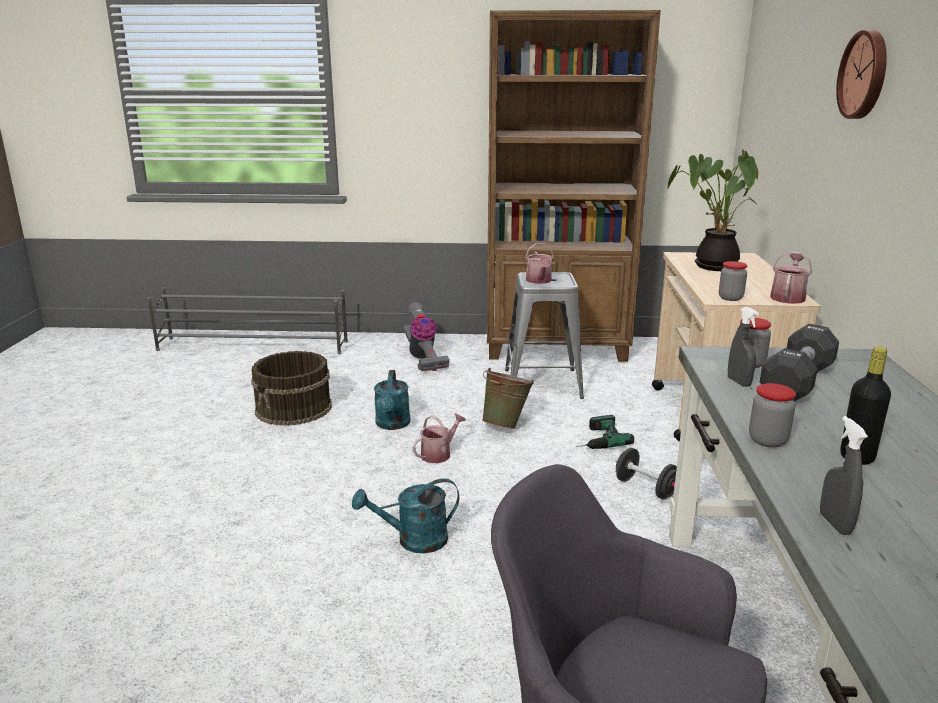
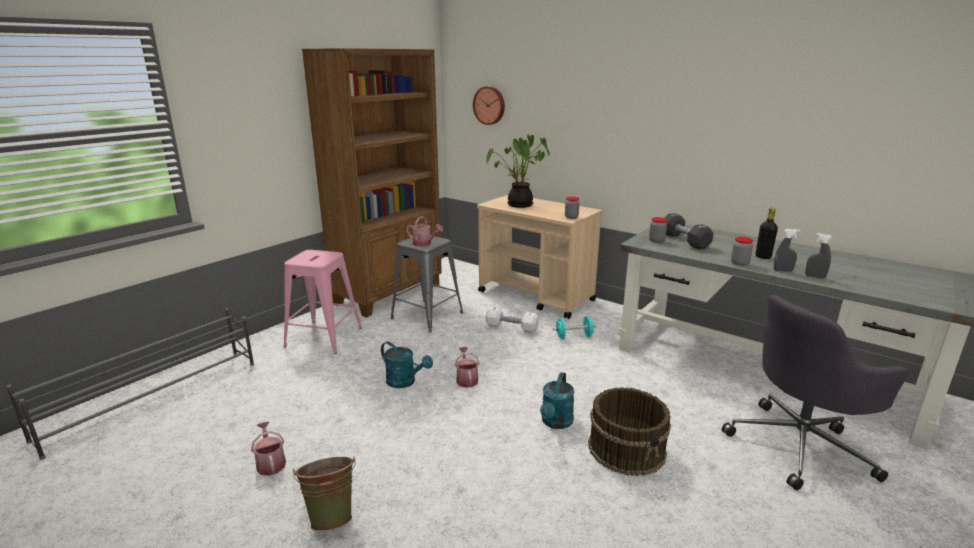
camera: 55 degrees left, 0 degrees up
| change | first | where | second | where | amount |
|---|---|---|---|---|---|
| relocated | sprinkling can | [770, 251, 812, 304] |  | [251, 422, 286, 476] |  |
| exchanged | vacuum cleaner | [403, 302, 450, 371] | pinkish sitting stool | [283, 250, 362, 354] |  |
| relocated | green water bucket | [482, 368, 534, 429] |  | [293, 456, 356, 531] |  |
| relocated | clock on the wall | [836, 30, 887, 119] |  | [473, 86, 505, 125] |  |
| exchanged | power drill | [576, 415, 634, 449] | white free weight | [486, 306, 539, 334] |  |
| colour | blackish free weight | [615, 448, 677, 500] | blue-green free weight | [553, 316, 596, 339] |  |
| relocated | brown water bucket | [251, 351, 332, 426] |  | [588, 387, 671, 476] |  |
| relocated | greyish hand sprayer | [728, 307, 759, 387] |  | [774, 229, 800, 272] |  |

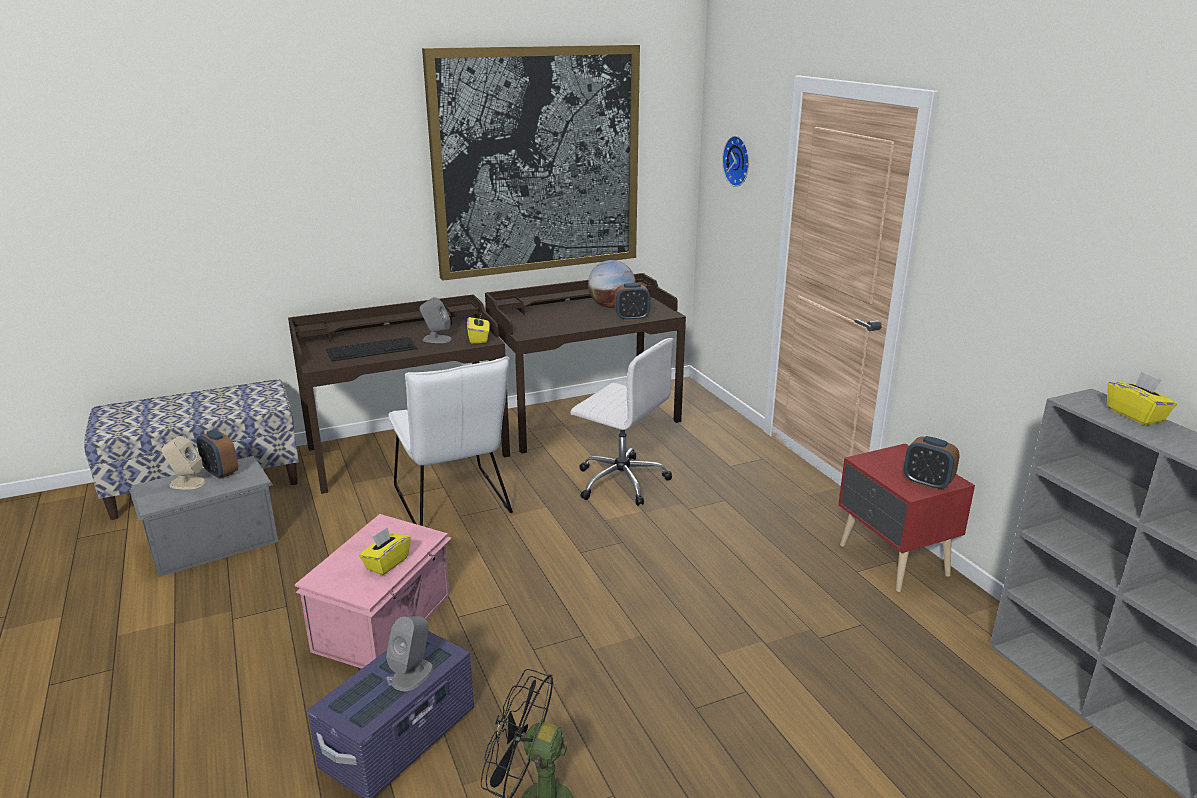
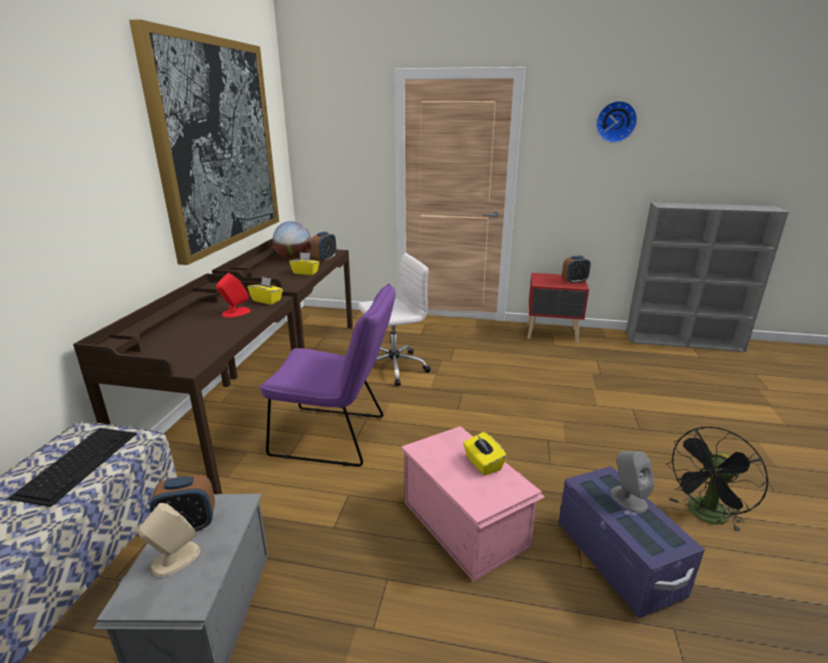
camera: 55 degrees left, 0 degrees up
| change | first | where | second | where | amount |
|---|---|---|---|---|---|
| relocated | PC keyboard | [326, 337, 418, 362] |  | [7, 428, 137, 507] |  |
| colour | greyish audio speaker | [419, 297, 452, 343] | red audio speaker | [216, 273, 251, 318] |  |
| colour | white upright chair | [389, 356, 513, 526] | purple-coloured upright chair | [259, 284, 396, 466] |  |
| relocated | yellowish tissue box | [1107, 372, 1177, 425] |  | [289, 252, 320, 275] |  |
| relocated | clock on the wall | [722, 136, 749, 187] |  | [596, 101, 637, 143] |  |

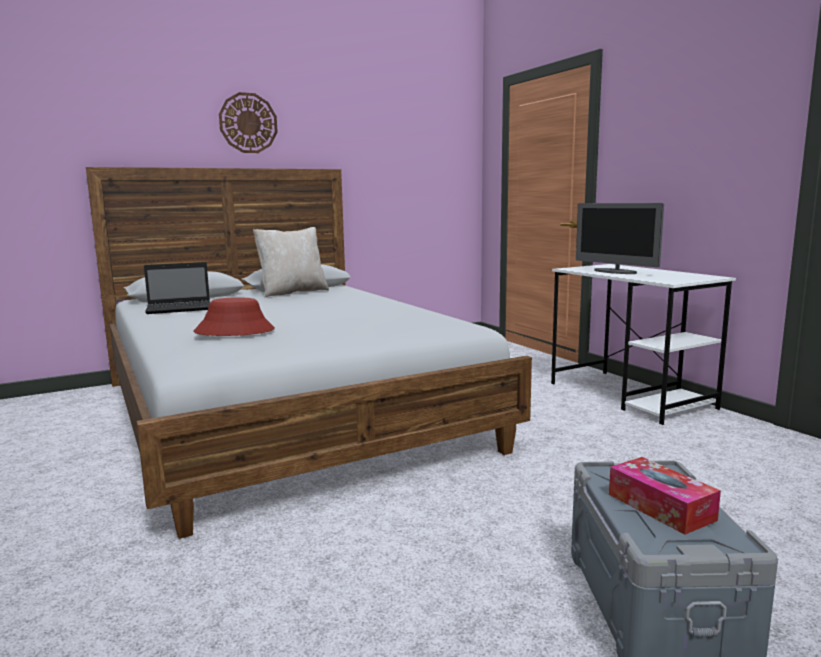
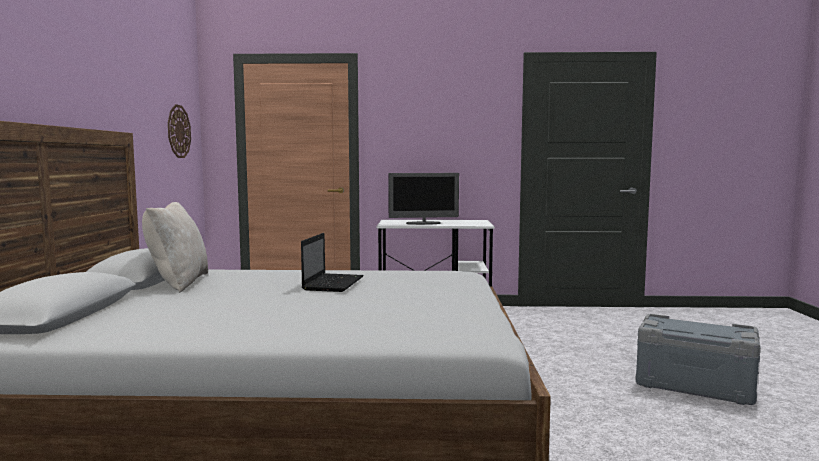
camera: 60 degrees left, 5 degrees down
| change | first | where | second | where | amount |
|---|---|---|---|---|---|
| relocated | clock on the wall | [219, 92, 278, 153] |  | [168, 104, 191, 158] |  |
| relocated | laptop | [144, 262, 210, 314] |  | [301, 233, 364, 292] |  |
| missing | red hat | [193, 297, 275, 336] |  |  |  |
| missing | tissue box | [609, 457, 721, 535] |  |  |  |

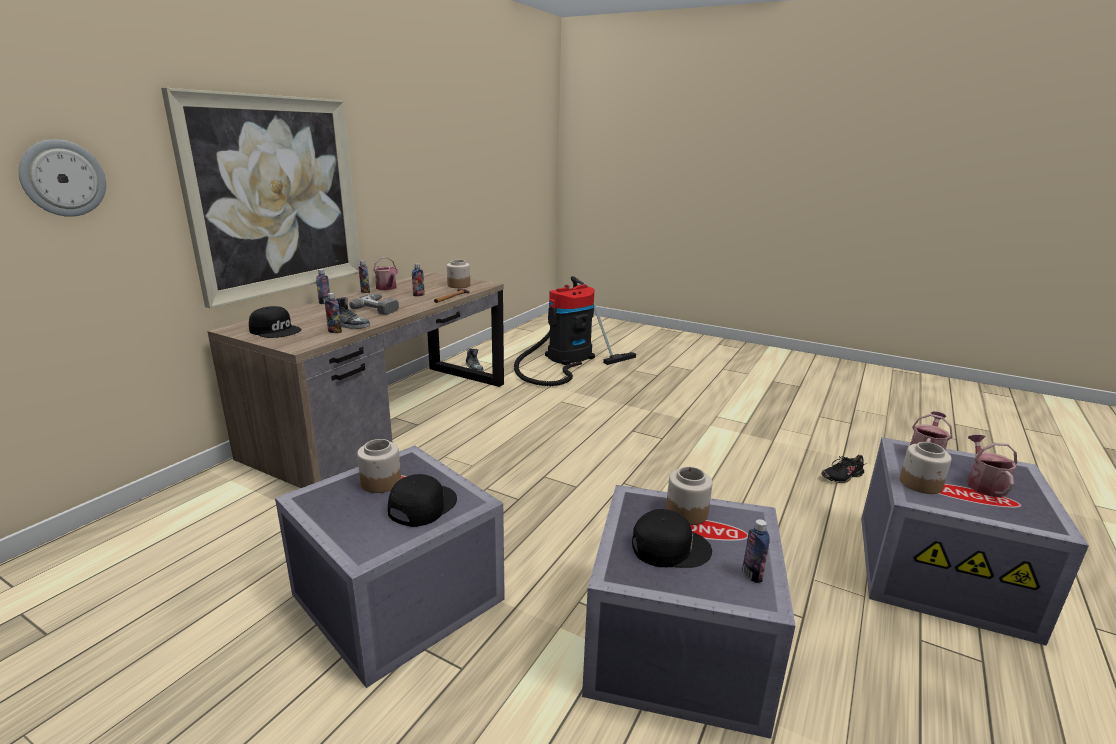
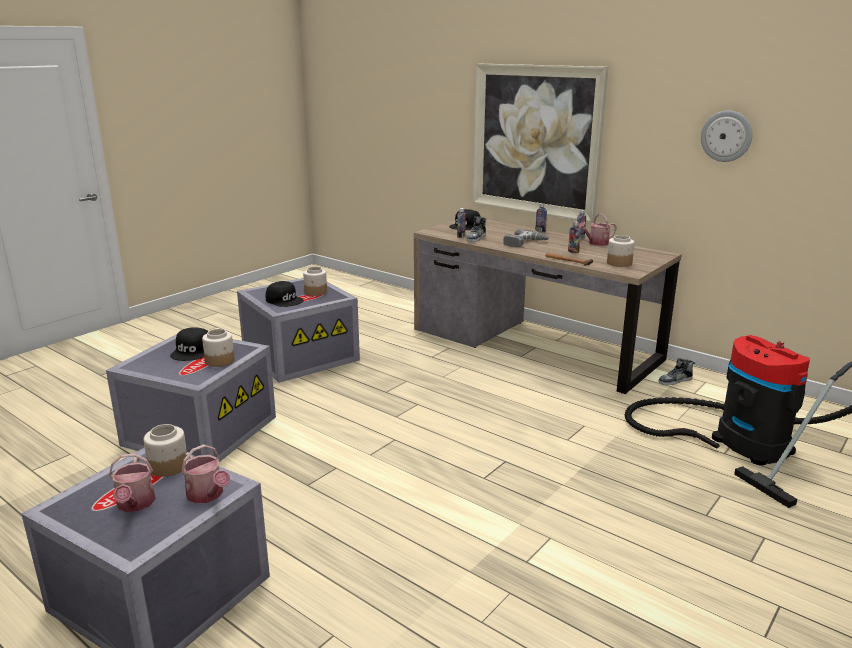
camera: 100 degrees right, 0 degrees up
| change | first | where | second | where | amount |
|---|---|---|---|---|---|
| spun | sprinkling can | [967, 435, 1017, 497] |  | [109, 453, 156, 512] | 60 degrees clockwise |
| relocated | clock on the wall | [18, 139, 106, 217] |  | [701, 111, 753, 162] |  |
| missing | beverage bottle | [742, 519, 770, 583] |  |  |  |
| missing | blackish item of footwear | [821, 455, 867, 483] |  |  |  |

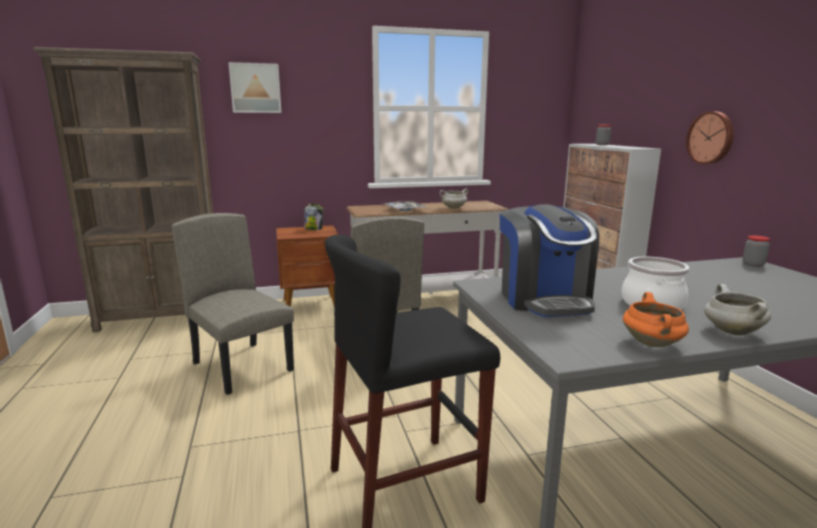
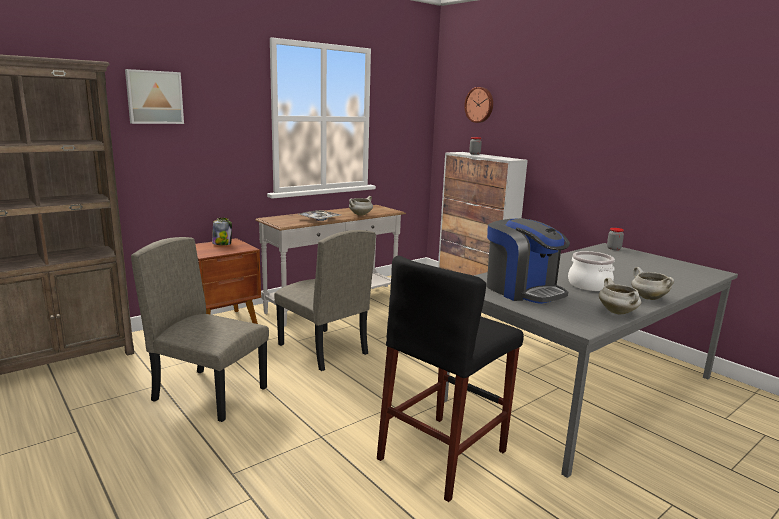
camera: 25 degrees left, 0 degrees up
| change | first | where | second | where | amount |
|---|---|---|---|---|---|
| relocated | clock on the wall | [686, 111, 734, 164] |  | [464, 87, 493, 123] |  |
| colour | orange saucepot | [623, 292, 689, 347] | white saucepot | [599, 278, 641, 314] |  |

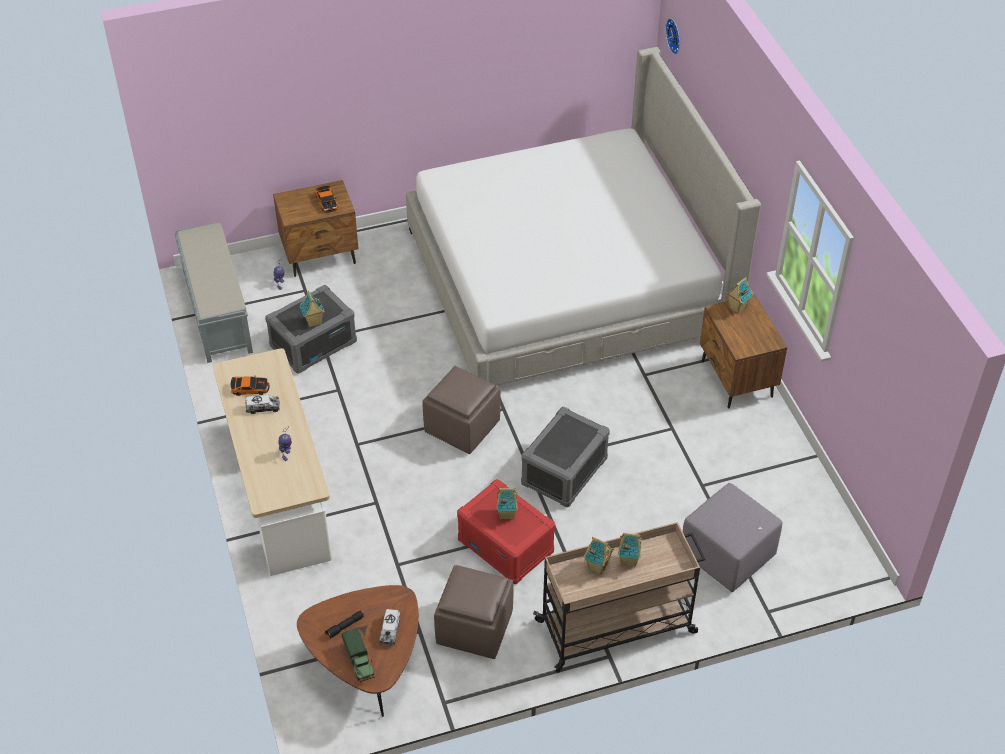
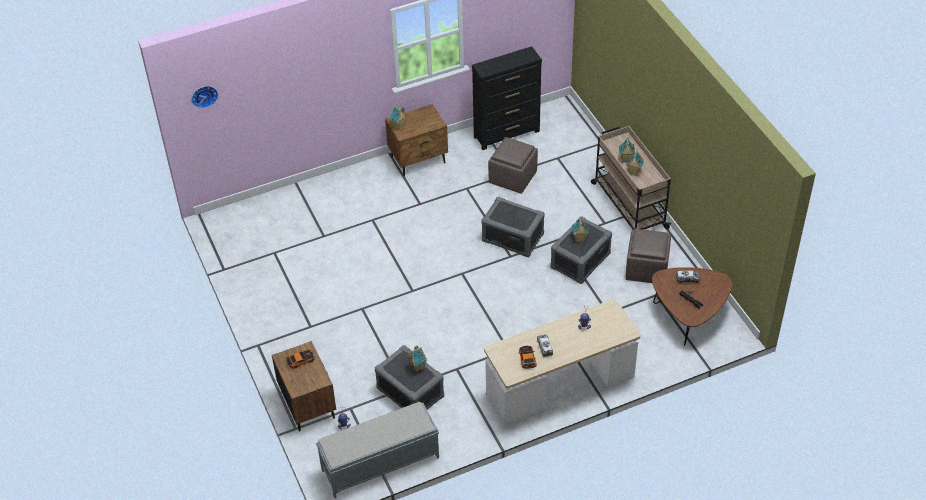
camera: 95 degrees left, 0 degrees up
| change | first | where | second | where | amount |
|---|---|---|---|---|---|
| appeared |  |  | blackish dresser | [472, 46, 542, 150] |  |
| relocated | brown footrest | [422, 366, 501, 454] |  | [488, 137, 538, 194] |  |
| colour | red storage bin | [457, 479, 555, 584] | greyish storage bin | [550, 216, 612, 284] |  |
| missing | model truck | [342, 628, 375, 682] |  |  |  |
| missing | sleeping bed | [406, 47, 761, 386] |  |  |  |
| missing | greyish footrest | [683, 483, 782, 592] |  |  |  |

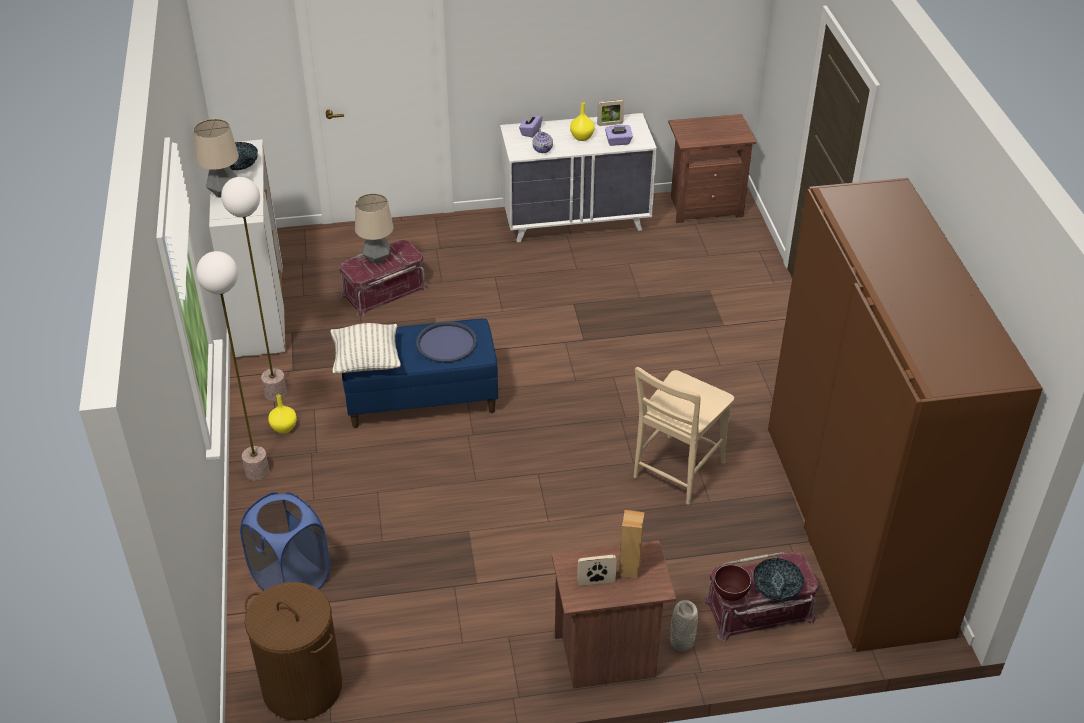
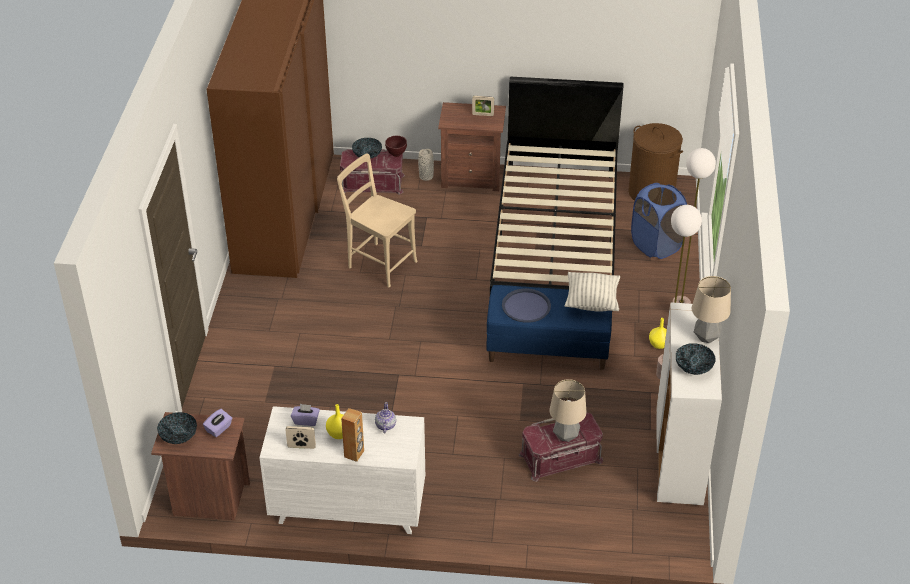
camera: 165 degrees left, 0 degrees up
| change | first | where | second | where | amount |
|---|---|---|---|---|---|
| appeared |  |  | deep dish | [157, 412, 197, 444] |  |
| relocated | purple-coloured tissue box | [519, 112, 542, 138] |  | [203, 409, 233, 437] |  |
| spun | sand-coloured upright chair | [634, 367, 734, 505] |  | [337, 153, 418, 287] | 105 degrees counterclockwise |
| relocated | brown audio speaker | [619, 510, 645, 579] |  | [341, 408, 364, 462] |  |
| appeared |  |  | blackish sleeping bed | [490, 77, 624, 293] |  |

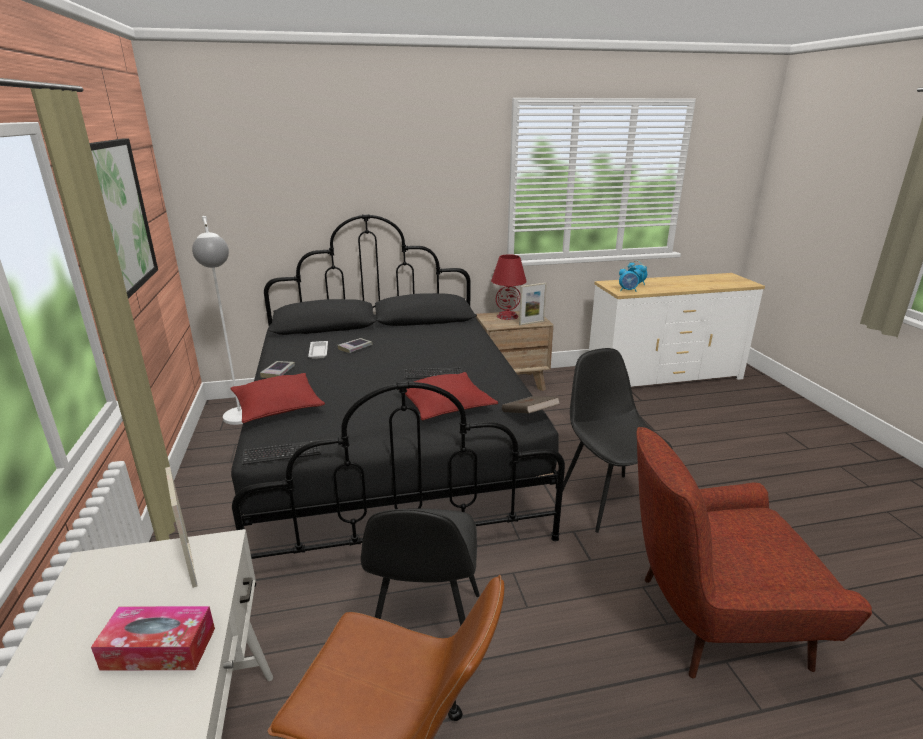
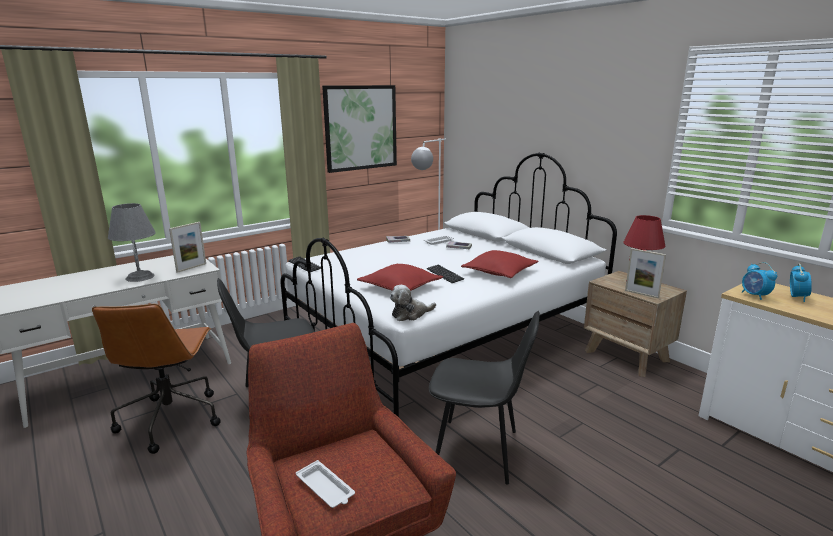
camera: 65 degrees right, 5 degrees down
| change | first | where | second | where | amount |
|---|---|---|---|---|---|
| exchanged | tissue box | [91, 606, 215, 671] | greyish table lamp | [108, 203, 156, 282] |  |
| colour | blackish sleeping bed | [231, 214, 565, 586] | white sleeping bed | [280, 153, 617, 417] |  |
| appeared |  |  | white serving tray | [296, 460, 355, 508] |  |
| exchanged | brown volume | [502, 396, 560, 413] | plush toy | [390, 285, 436, 321] |  |
| spun | blackish upright chair | [563, 348, 673, 533] |  | [429, 311, 540, 485] | 60 degrees clockwise |
| relocated | red throw pillow | [231, 373, 325, 423] |  | [461, 250, 538, 278] |  |

